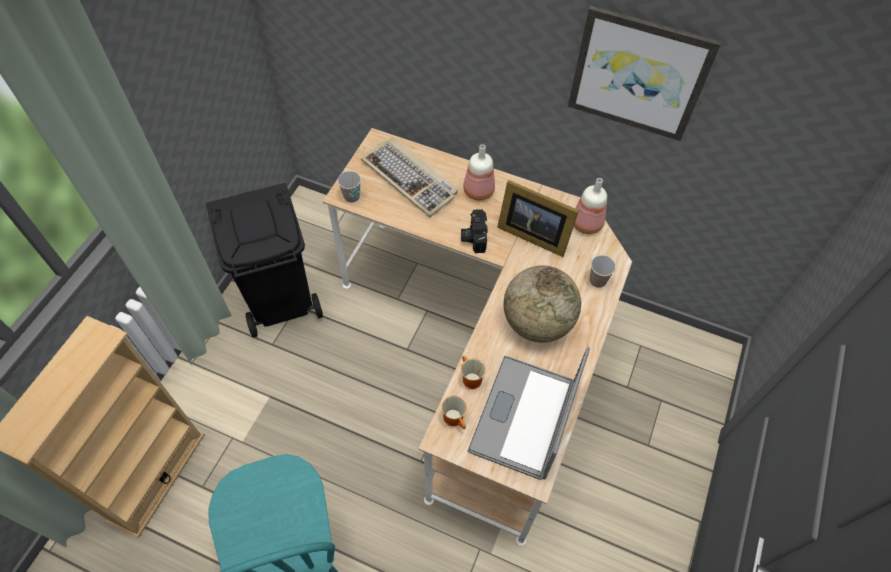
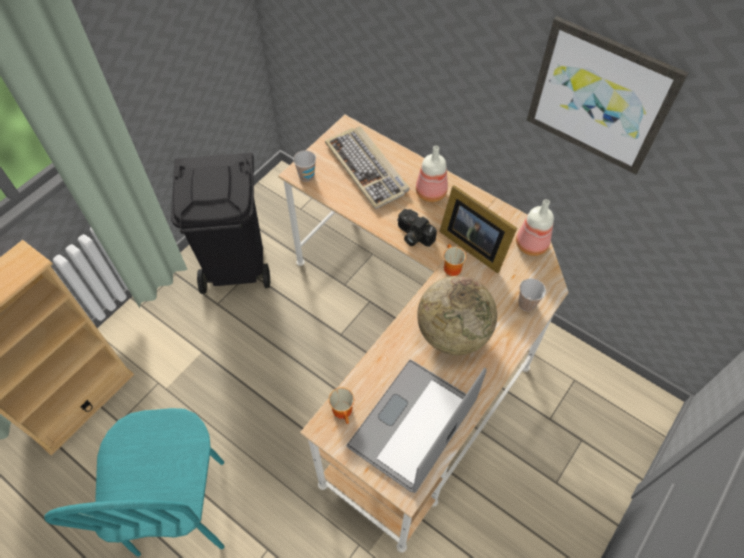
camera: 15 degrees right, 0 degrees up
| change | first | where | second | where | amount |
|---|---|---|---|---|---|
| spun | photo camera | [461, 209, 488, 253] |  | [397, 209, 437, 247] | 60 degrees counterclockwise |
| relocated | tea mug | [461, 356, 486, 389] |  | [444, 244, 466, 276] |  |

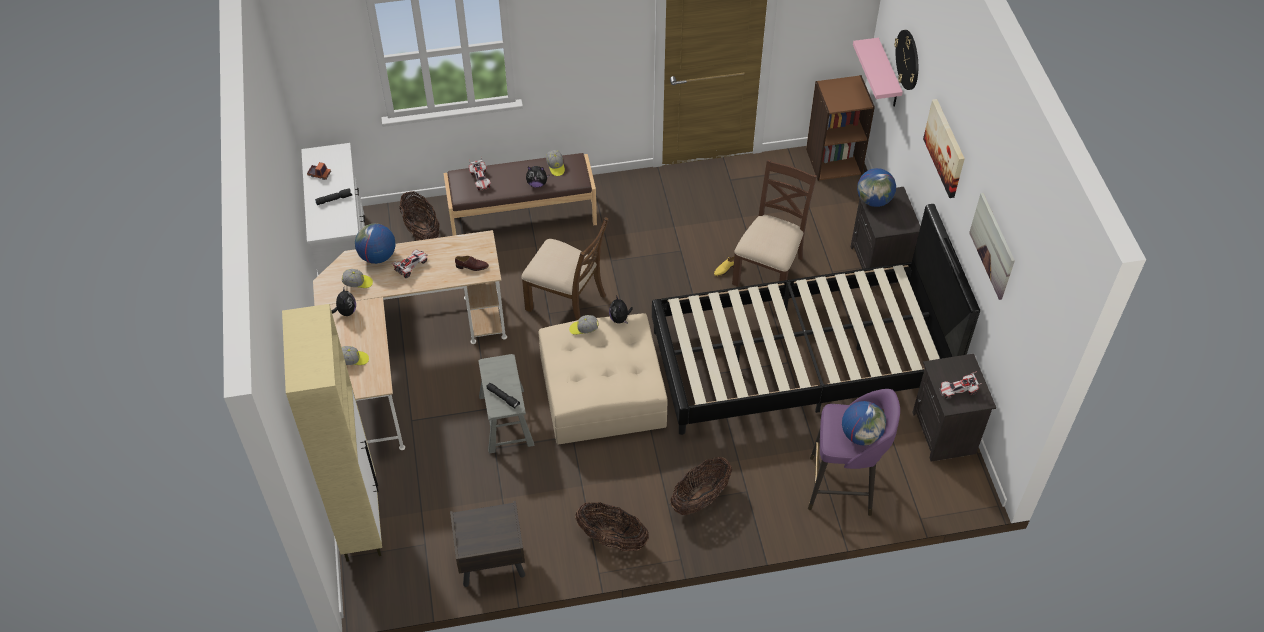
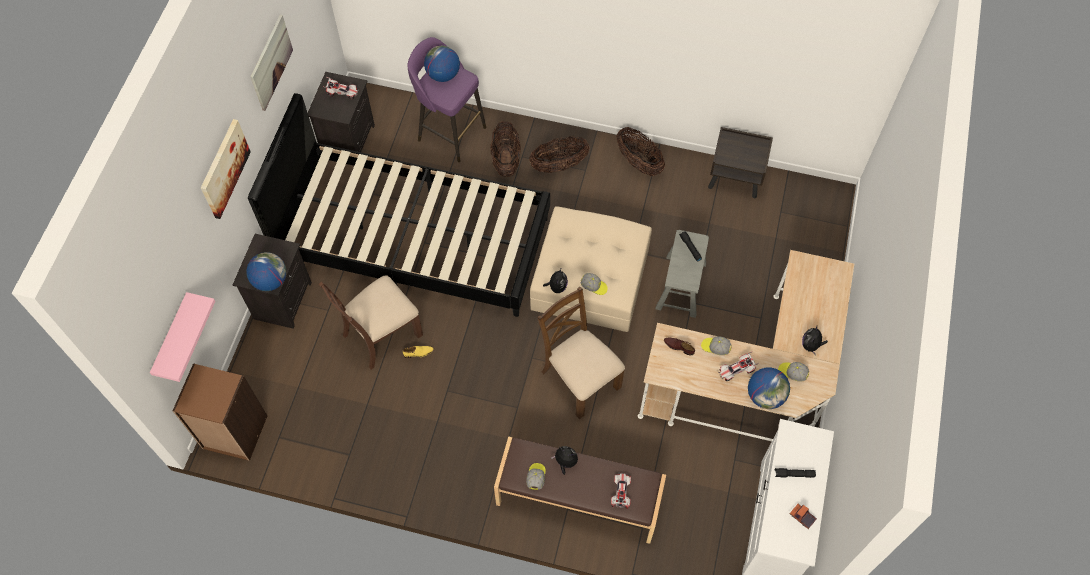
camera: 155 degrees left, 10 degrees up
| change | first | where | second | where | amount |
|---|---|---|---|---|---|
| relocated | household basket | [400, 191, 440, 241] |  | [490, 121, 521, 177] |  |
| relocated | cap | [341, 346, 369, 365] |  | [701, 336, 731, 355] |  |
| missing | sand-coloured cupboard | [282, 304, 382, 561] |  |  |  |
| missing | clock on the wall | [894, 30, 918, 90] |  |  |  |

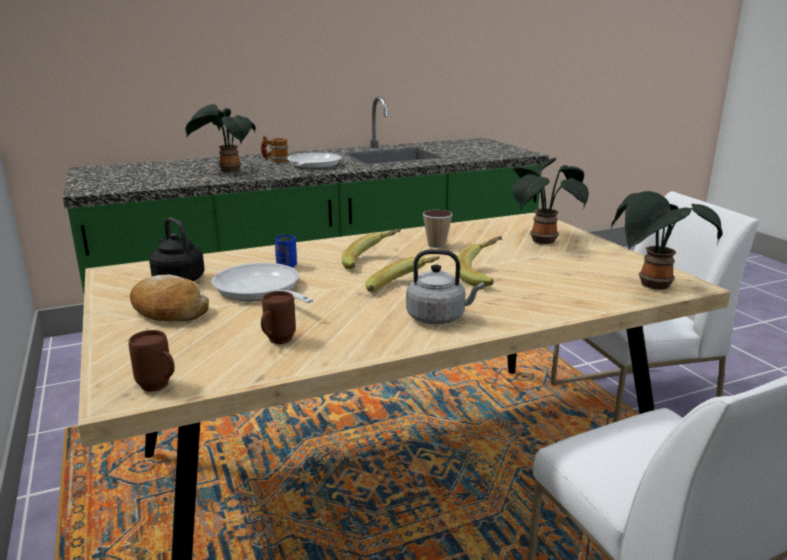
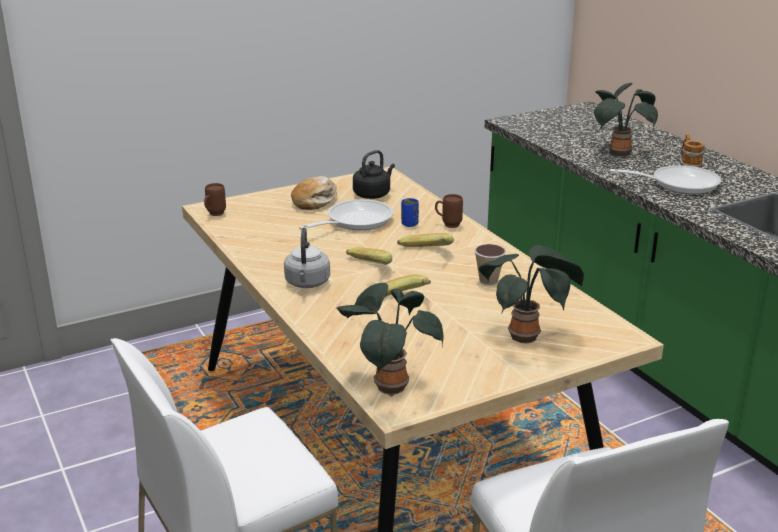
camera: 85 degrees right, 5 degrees up
| change | first | where | second | where | amount |
|---|---|---|---|---|---|
| relocated | brown tea mug | [261, 291, 296, 344] |  | [435, 194, 463, 228] |  |

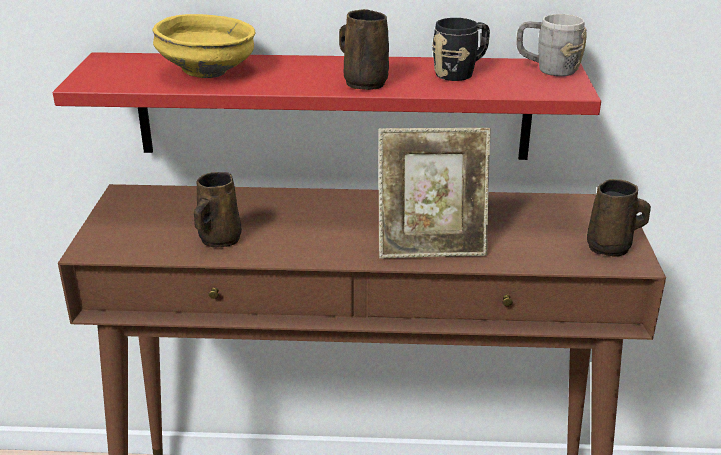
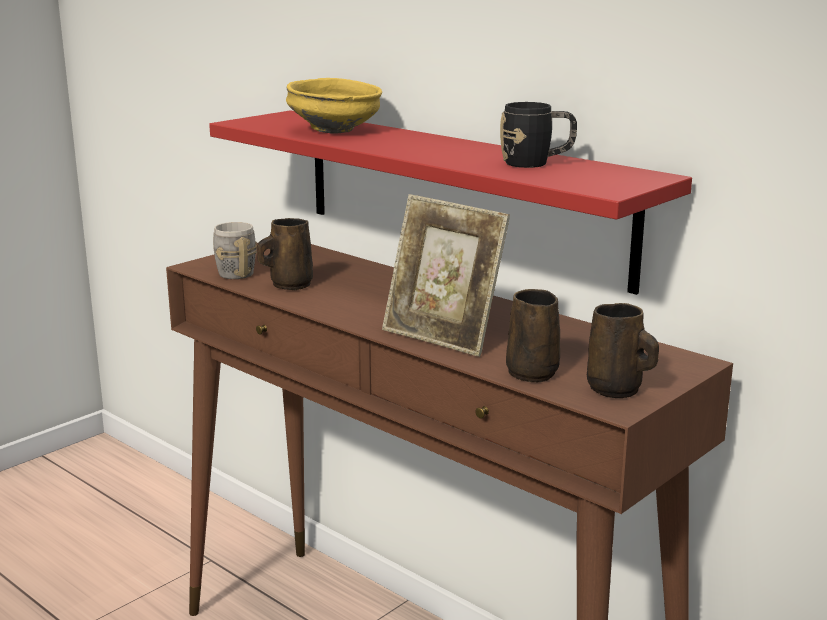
camera: 40 degrees right, 10 degrees down
| change | first | where | second | where | amount |
|---|---|---|---|---|---|
| relocated | greyish tea mug | [516, 14, 587, 76] |  | [213, 222, 257, 279] |  |
| relocated | brown tea mug | [339, 9, 389, 90] |  | [506, 289, 560, 382] |  |

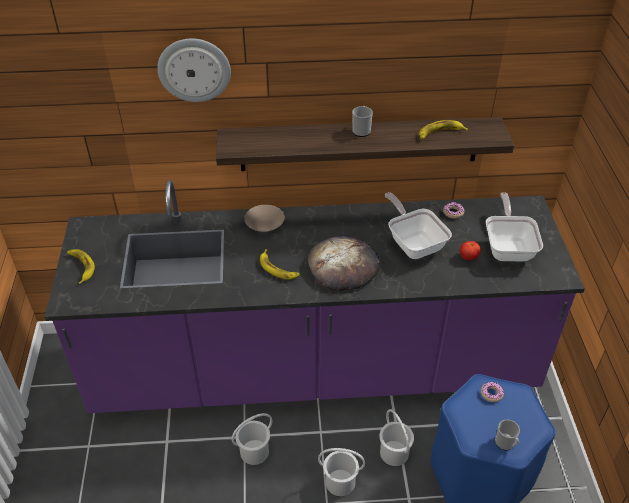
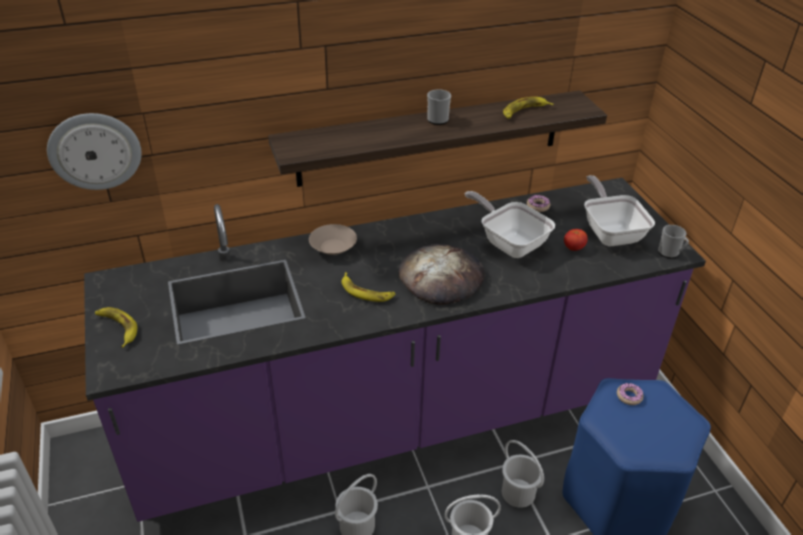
camera: 15 degrees left, 5 degrees down
| change | first | where | second | where | amount |
|---|---|---|---|---|---|
| relocated | clock on the wall | [157, 39, 231, 102] |  | [47, 113, 142, 190] |  |
| relocated | tea mug | [495, 419, 520, 450] |  | [658, 225, 689, 258] |  |

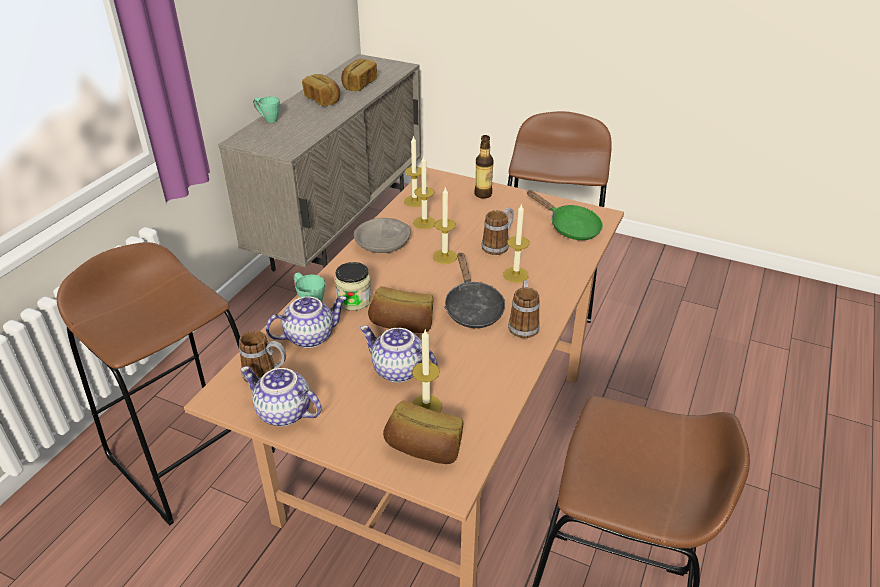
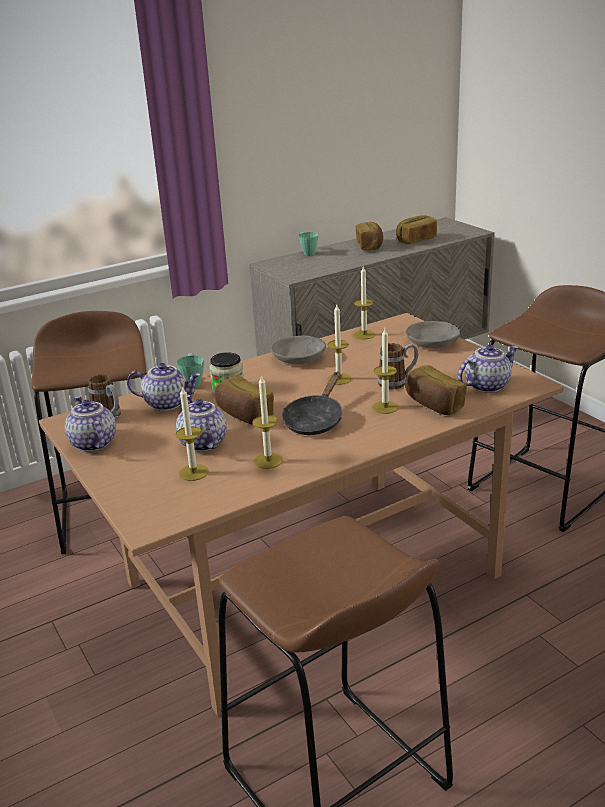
camera: 35 degrees right, 10 degrees down
| change | first | where | second | where | amount |
|---|---|---|---|---|---|
| relocated | candle | [413, 156, 436, 229] |  | [253, 375, 283, 469] |  |
| relocated | bread | [383, 400, 464, 464] |  | [405, 365, 467, 415] |  |
| exchanged | beverage bottle | [474, 135, 494, 199] | greyish deep dish | [406, 321, 461, 348] |  |
| exchanged | green skillet | [527, 190, 603, 240] | teapot | [458, 345, 519, 393] |  |
| missing | tea mug | [508, 280, 540, 338] |  |  |  |

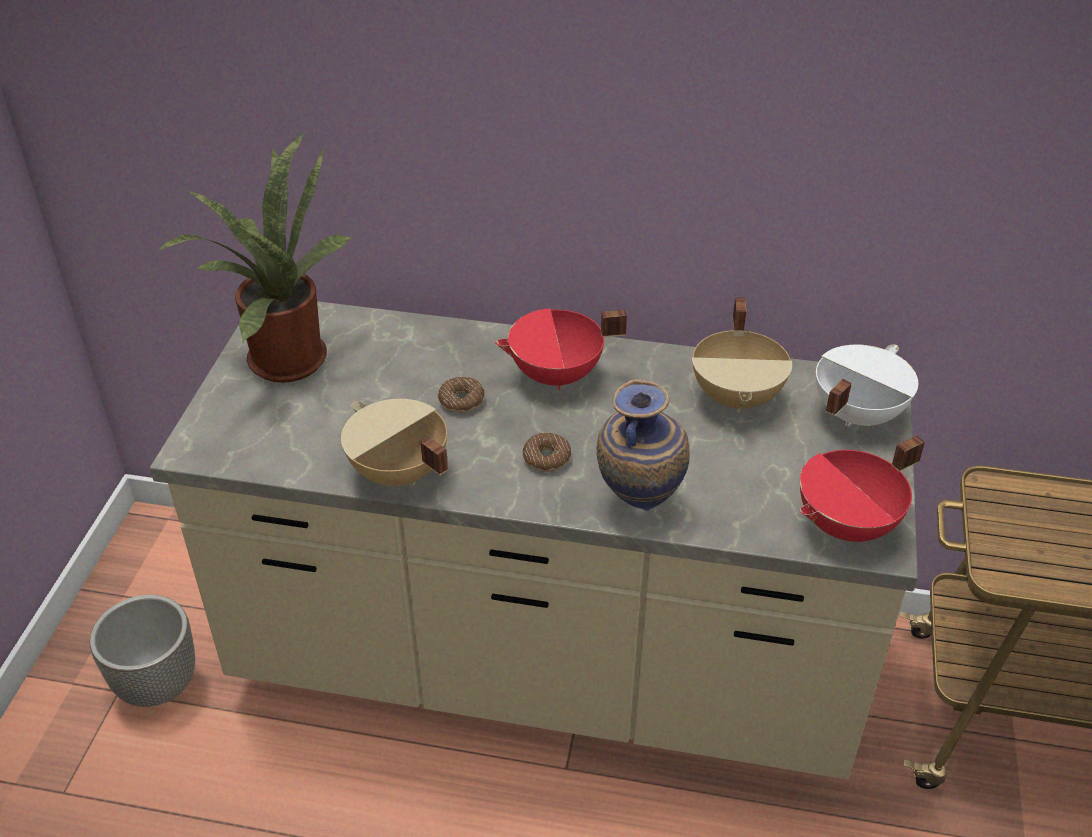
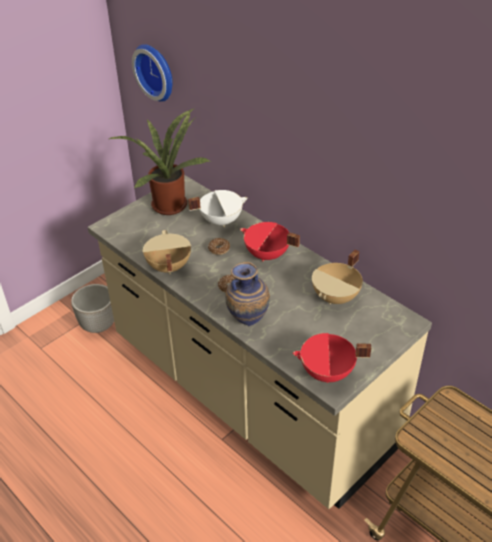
camera: 35 degrees right, 0 degrees up
| change | first | where | second | where | amount |
|---|---|---|---|---|---|
| appeared |  |  | clock on the wall | [132, 44, 173, 102] |  |
| relocated | white saucepot | [816, 344, 918, 427] |  | [188, 190, 248, 227] |  |

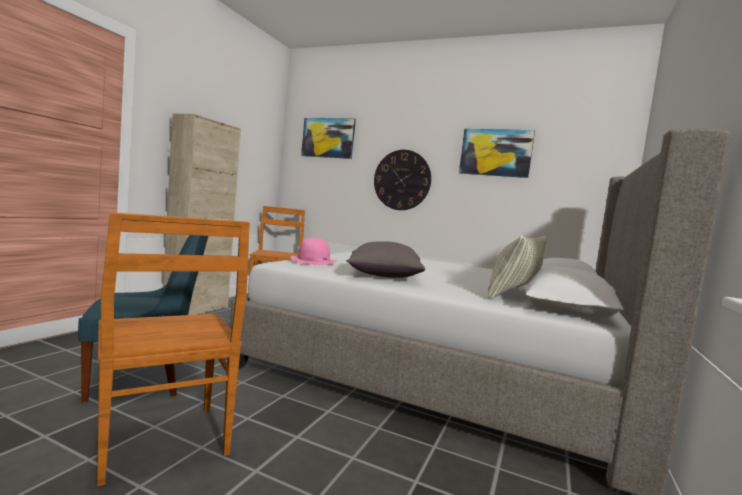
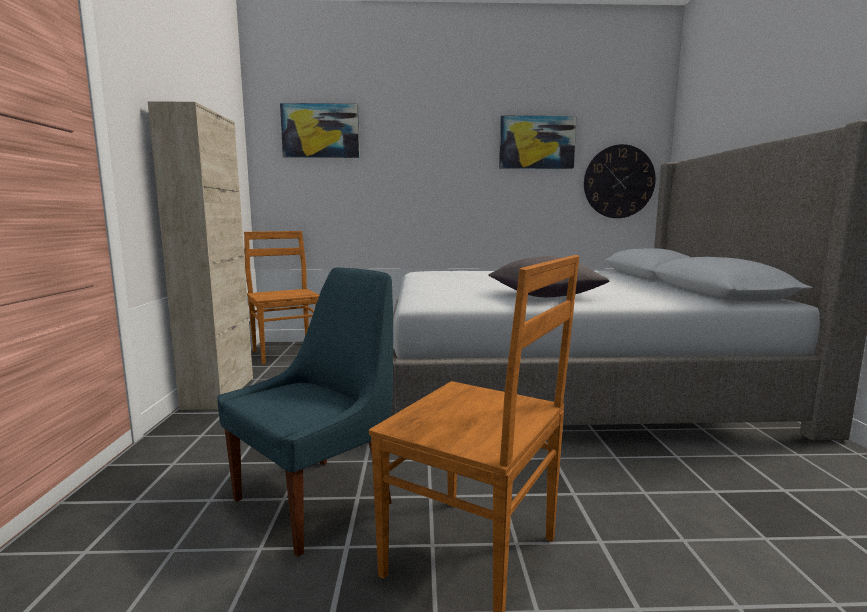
camera: 25 degrees left, 5 degrees up
| change | first | where | second | where | amount |
|---|---|---|---|---|---|
| relocated | clock on the wall | [374, 150, 431, 210] |  | [584, 144, 656, 218] |  |
| missing | pinkish hat | [290, 238, 337, 265] |  |  |  |
| missing | throw pillow | [487, 236, 547, 299] |  |  |  |

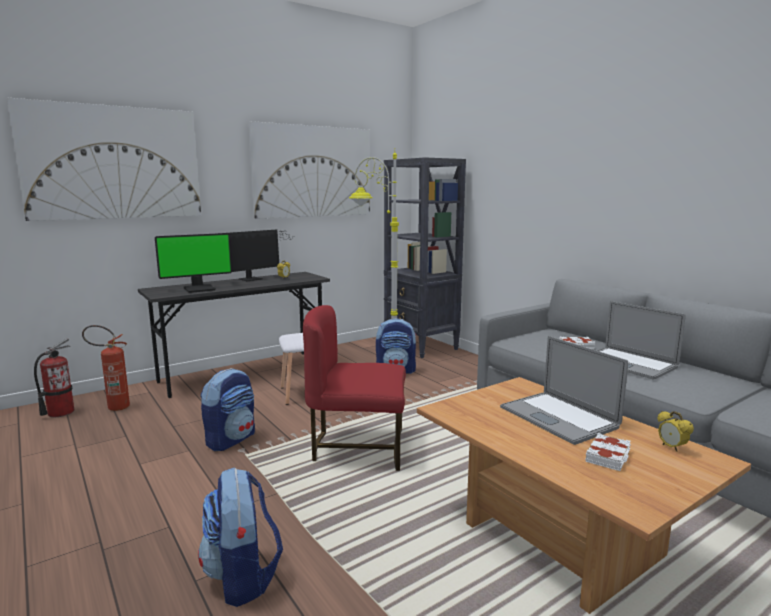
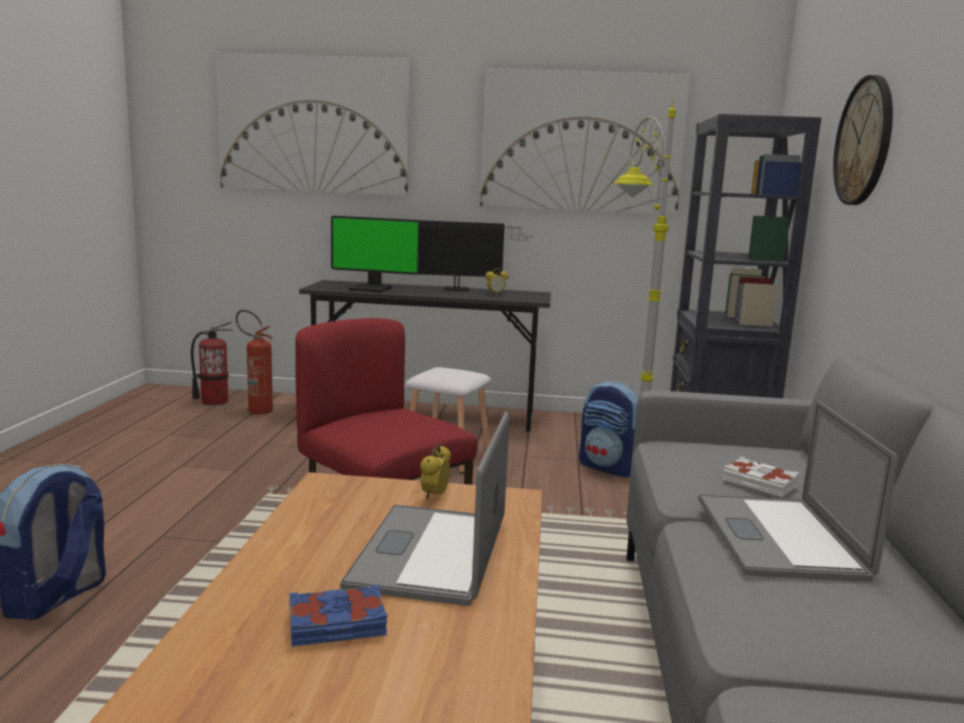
camera: 40 degrees right, 0 degrees up
| change | first | where | second | where | amount |
|---|---|---|---|---|---|
| colour | white volume | [585, 433, 631, 471] | blue-coloured volume | [289, 584, 388, 646] |  |
| relocated | alarm clock | [657, 411, 694, 452] |  | [420, 445, 451, 500] |  |
| appeared |  |  | clock on the wall | [833, 75, 893, 205] |  |
| missing | knapsack | [200, 368, 255, 451] |  |  |  |

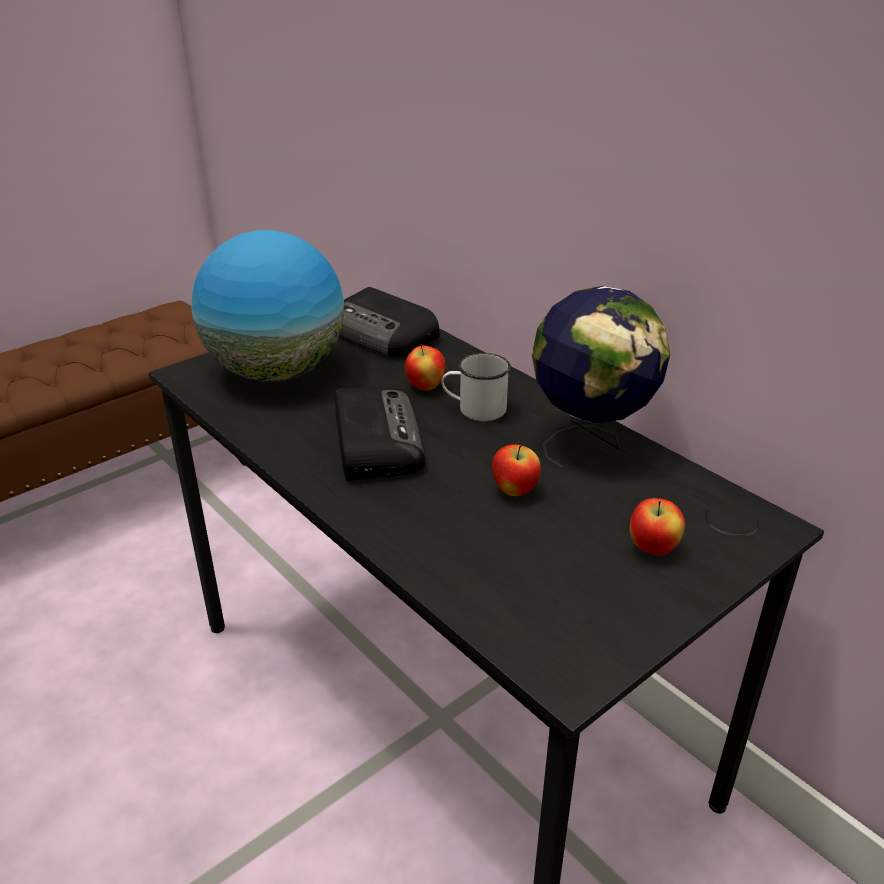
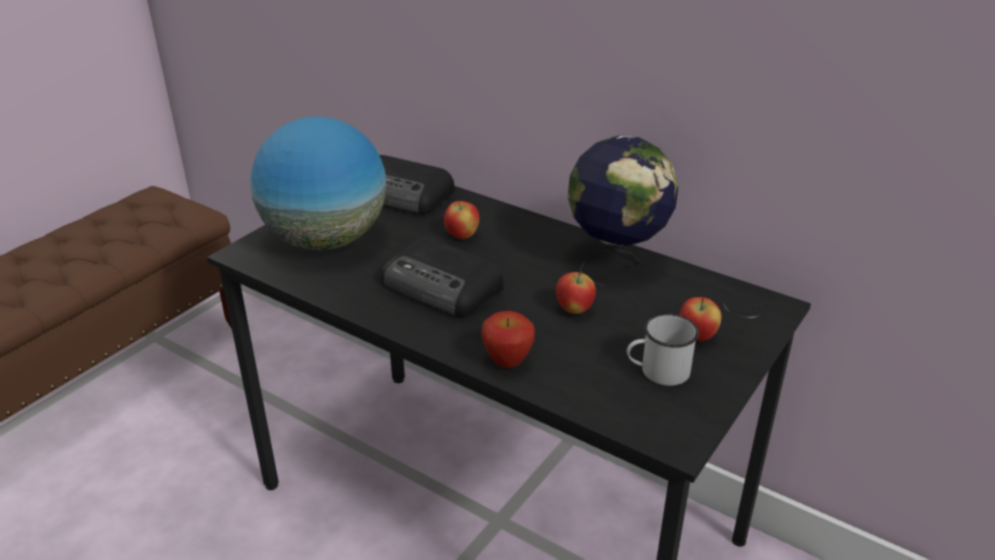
camera: 15 degrees left, 0 degrees up
| change | first | where | second | where | amount |
|---|---|---|---|---|---|
| spun | radio receiver | [335, 388, 425, 481] |  | [381, 236, 504, 317] | 150 degrees clockwise |
| appeared |  |  | apple fruit | [482, 311, 535, 368] |  |
| relocated | white tea mug | [441, 353, 511, 421] |  | [627, 314, 699, 386] |  |

